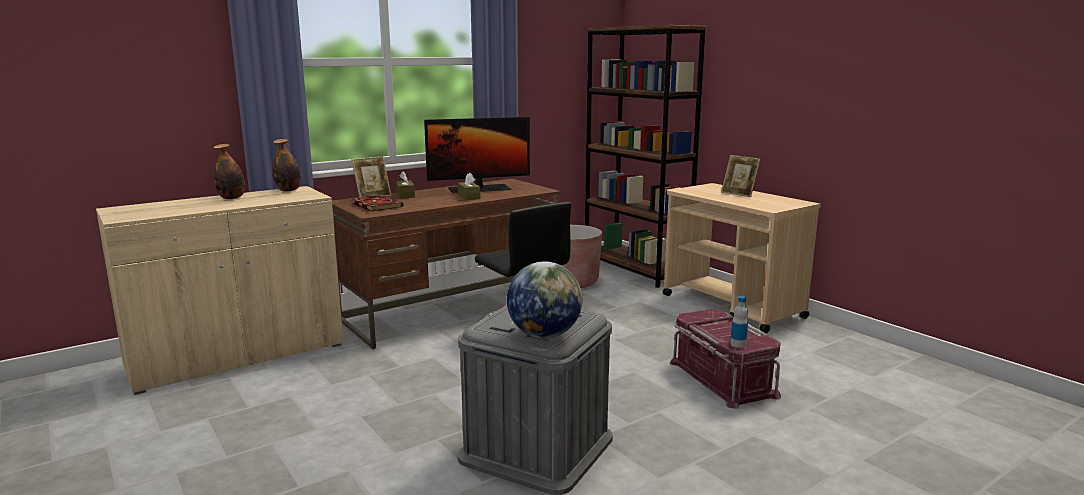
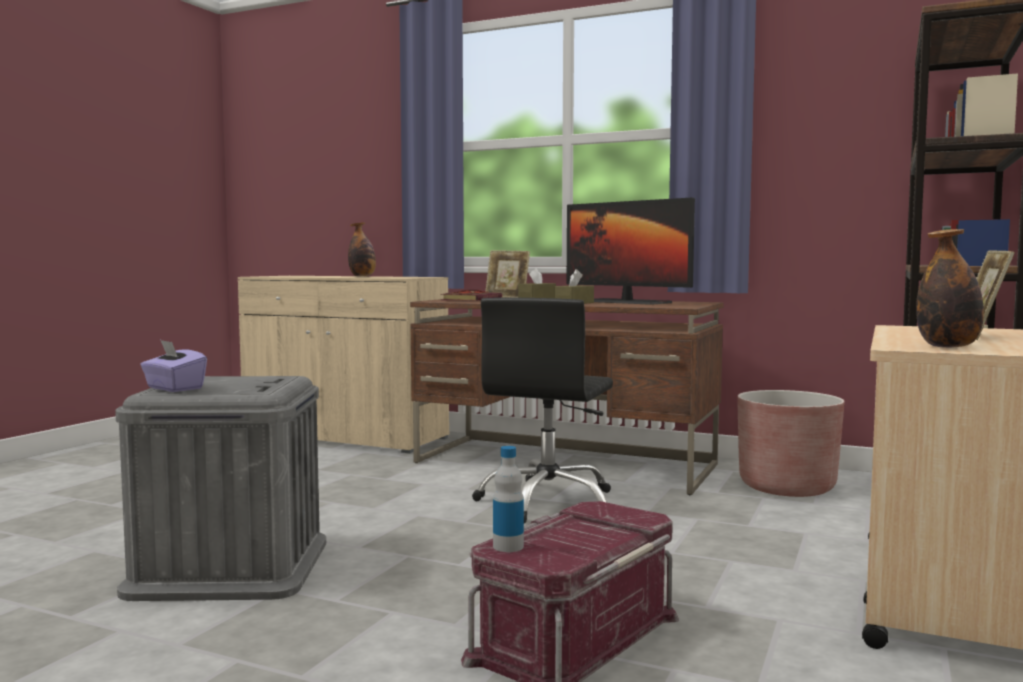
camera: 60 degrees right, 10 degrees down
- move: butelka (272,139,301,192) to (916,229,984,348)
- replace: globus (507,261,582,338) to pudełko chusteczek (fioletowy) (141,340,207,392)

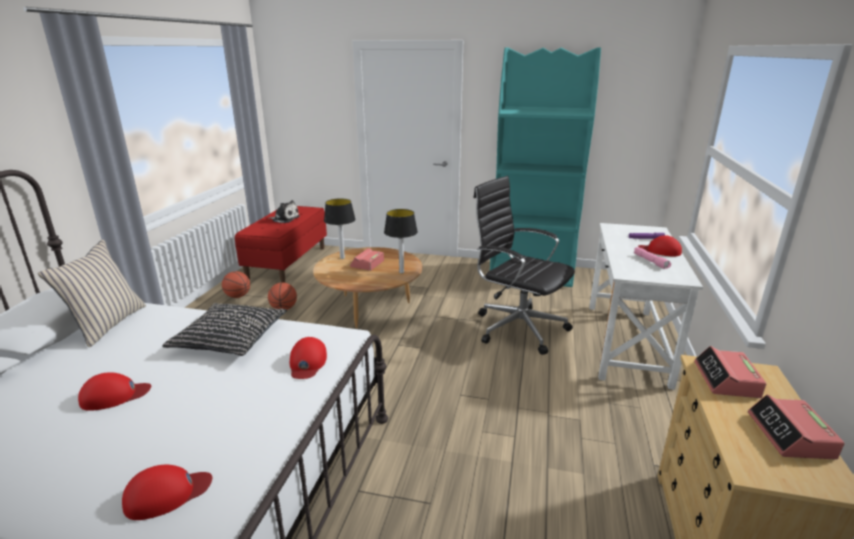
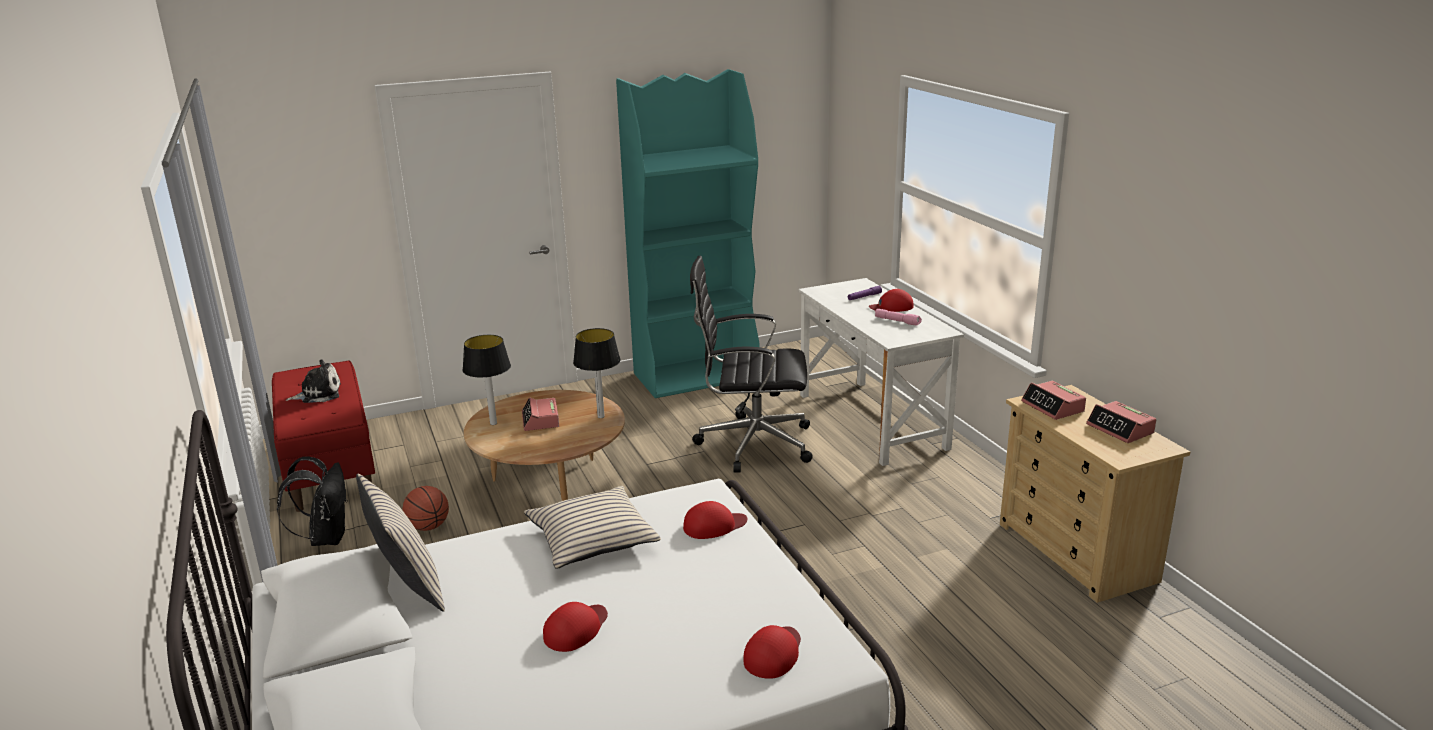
camera: 35 degrees left, 0 degrees up
- recolor: poduszka (czarny) (162,303,287,356) to poduszka (beżowy) (524,486,661,569)
- replace: piłka do koszykówki (222,271,250,298) to plecak (czarny) (277,456,348,546)
- rotate: czapka z daszkiem (czerwony) (290,337,327,379) = (683,501,747,539) 75 degrees counterclockwise

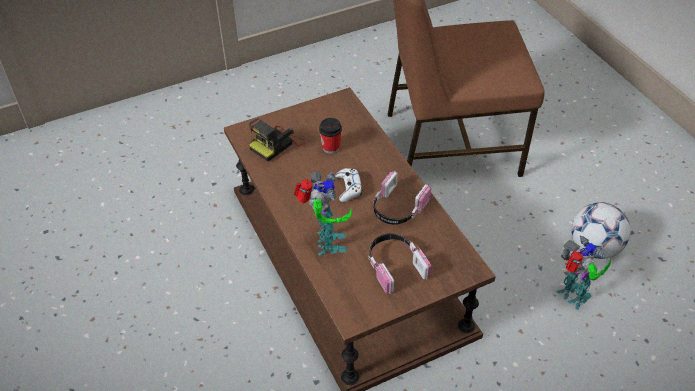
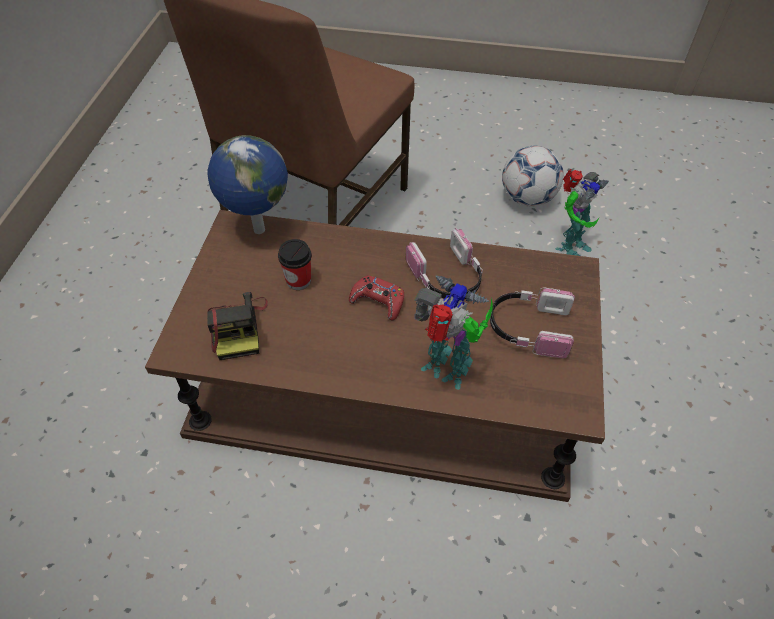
camera: 55 degrees left, 5 degrees up
- recolor: pad do gier (biały) (335,168,362,202) to pad do gier (czerwony) (349,275,404,320)
- rotate: robot zabawkowy (557,236,611,310) = (555,169,609,256) 135 degrees clockwise
- insert: globus (207,135,288,234)

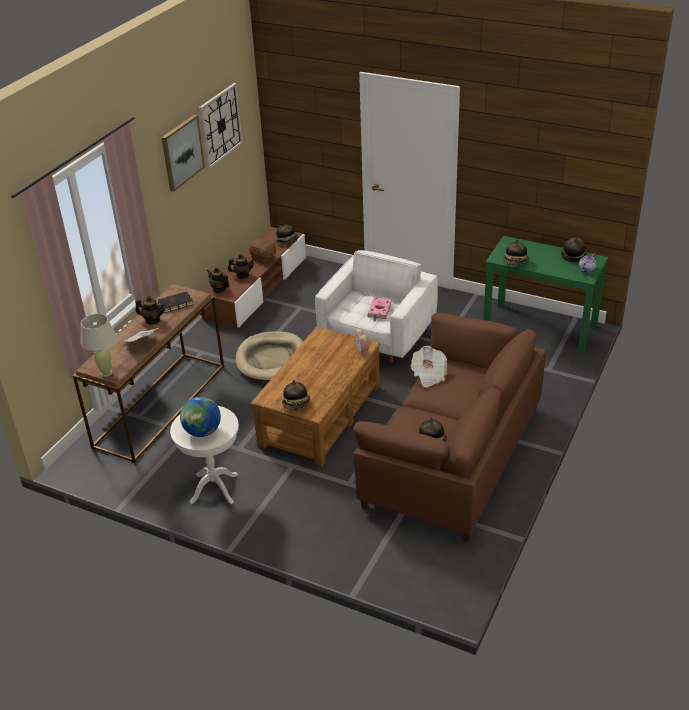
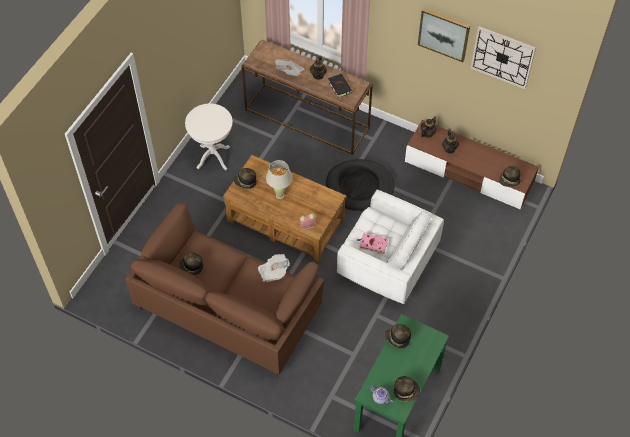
camera: 90 degrees right, 20 degrees up
- move: lampa stołowa (beżowy) (80,314,117,377) to (266,160,293,199)
- delete: globus (180,397,221,437)
- recolor: legowisko (beżowy) (235,331,303,382) to legowisko (czarny) (326,159,394,211)
- delete: pluszak (brązowy) (249,239,276,264)

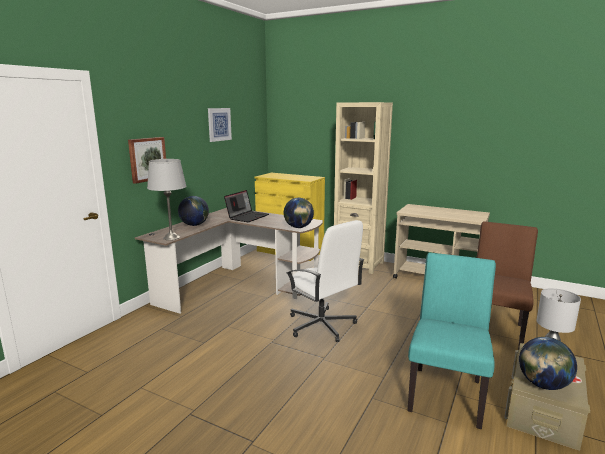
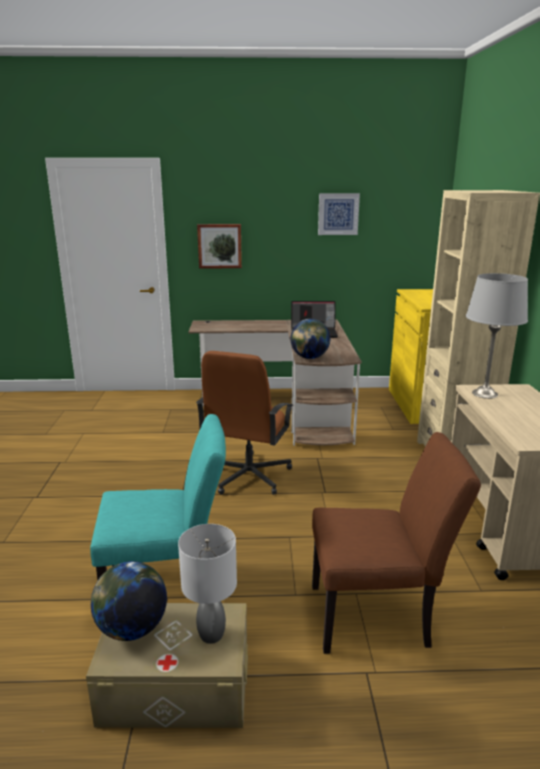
camera: 60 degrees right, 5 degrees up
- move: lampa stołowa (szary) (147,159,187,240) to (466,273,528,399)
- delete: globus (178,196,209,226)
- recolor: krzesło biurowe (biały) (287,220,364,342) to krzesło biurowe (brązowy) (196,351,293,495)

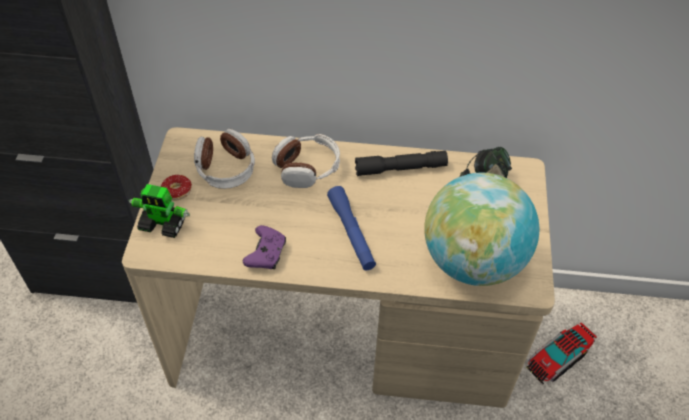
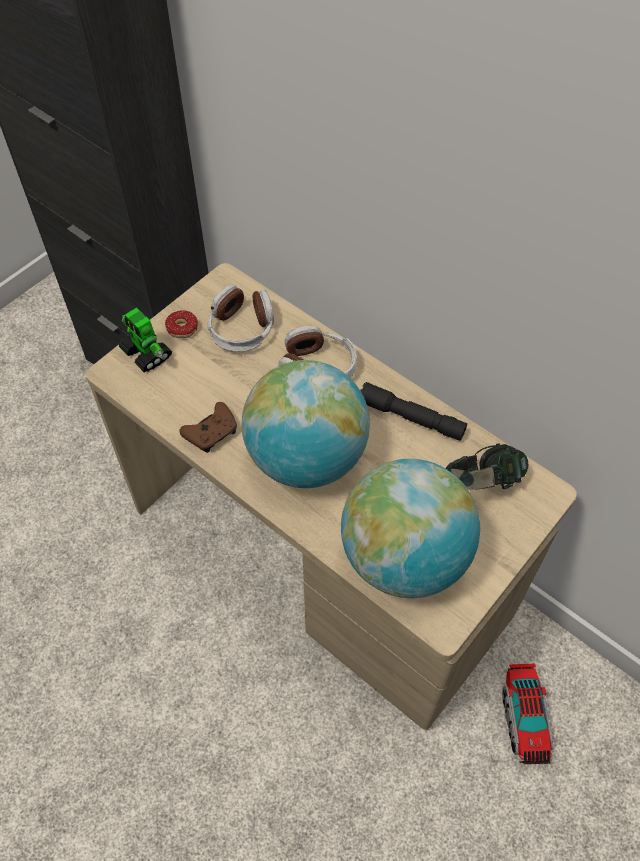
camera: 35 degrees right, 5 degrees up
- recolor: pad do gier (fioletowy) (243,225,286,269) to pad do gier (brązowy) (180,402,237,453)
- replace: latarka (niebieski) (327,186,376,270) to globus (241,360,370,488)
- rotate: ciężarówka zabawkowa (526,322,597,384) = (502,664,553,765) 90 degrees counterclockwise

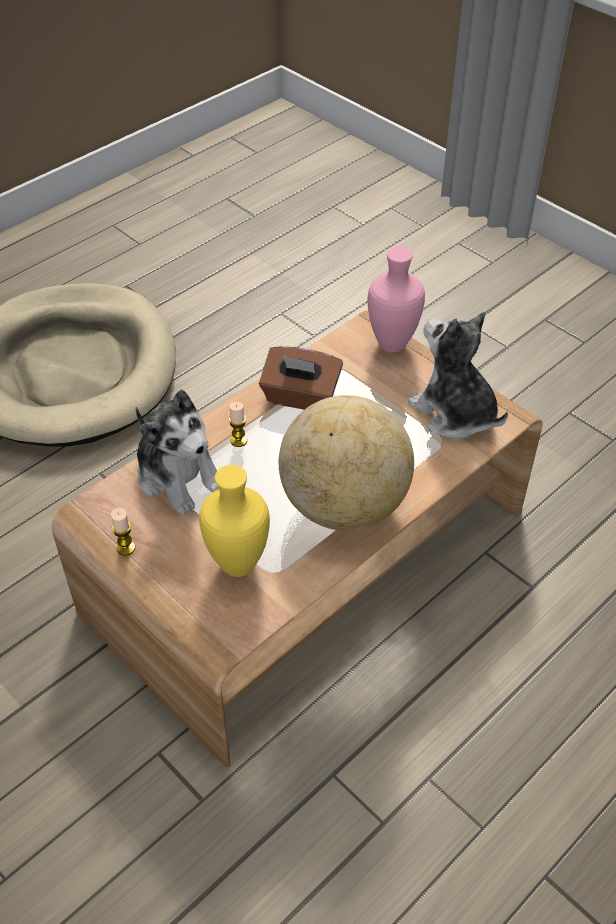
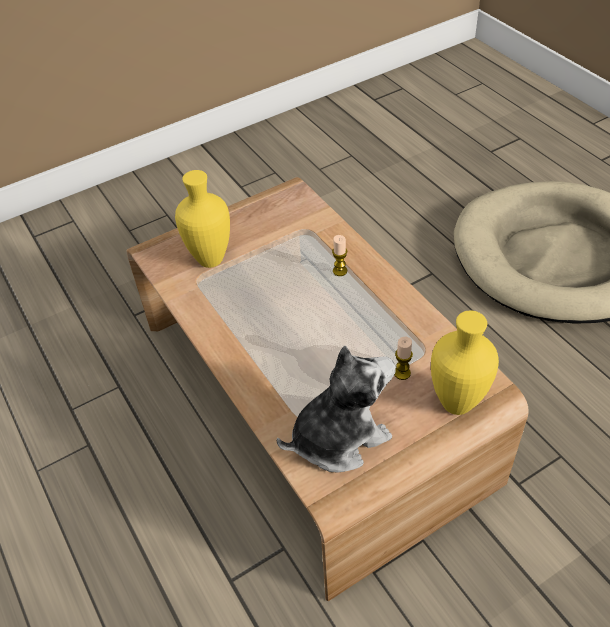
camera: 105 degrees right, 0 degrees up
- move: świeca (111,508,135,556) to (394,337,413,380)
- delete: pluszak (135,390,218,515)
- delete: pudełko chusteczek (brązowy) (259,346,343,410)
- delete: globus (279,395,414,531)
- recolor: wazon (różowy) (368,246,425,353) to wazon (żółty) (431,311,499,415)

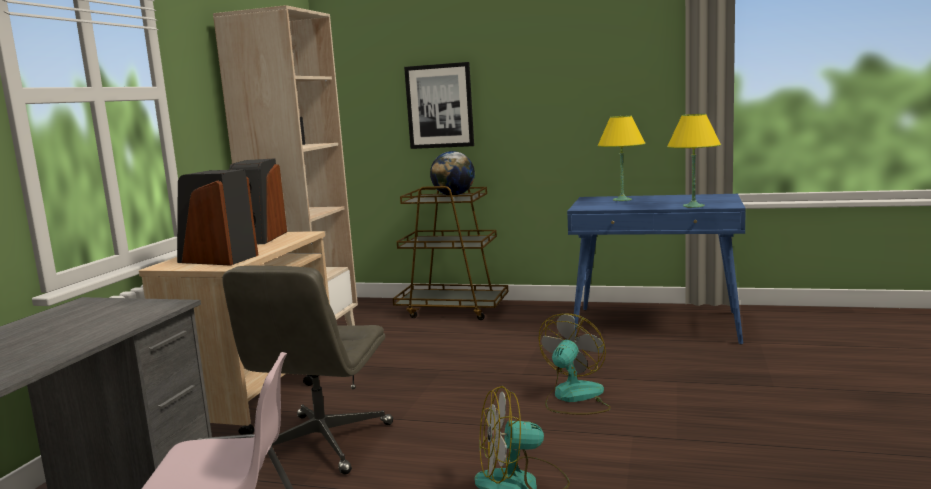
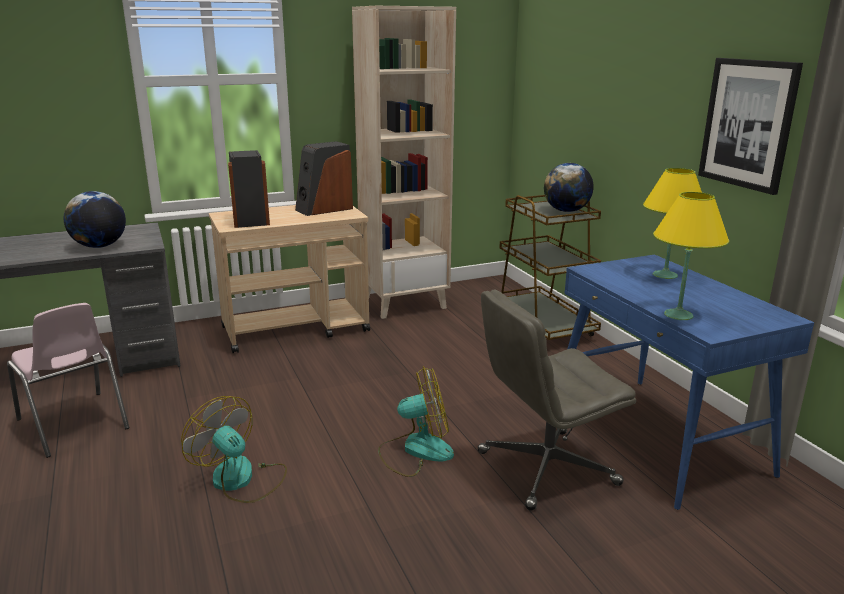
camera: 50 degrees right, 10 degrees up
- move: krzesło biurowe (szary) (223,265,393,474) to (477,290,636,511)
- move: obraz (404,62,474,149) to (698,58,803,195)
- insert: globus (63,191,126,248)

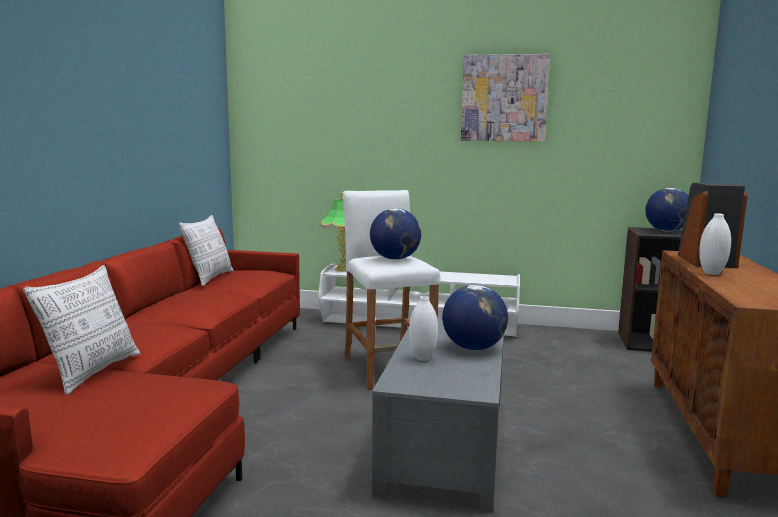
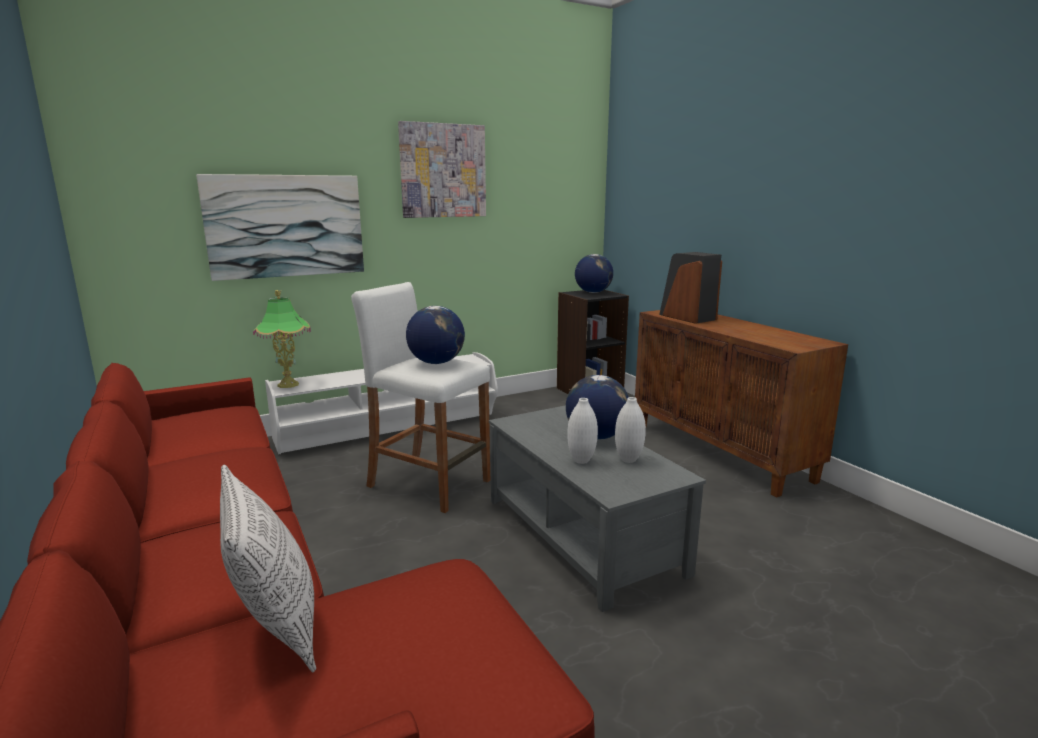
camera: 40 degrees left, 5 degrees up
- delete: poduszka (179,215,234,286)
- move: wazon (biały) (699,213,731,275) to (615,397,646,463)
- insert: obraz (196,174,364,281)

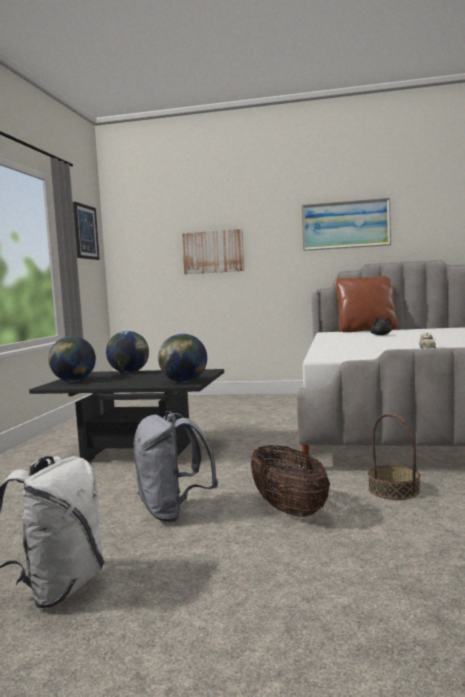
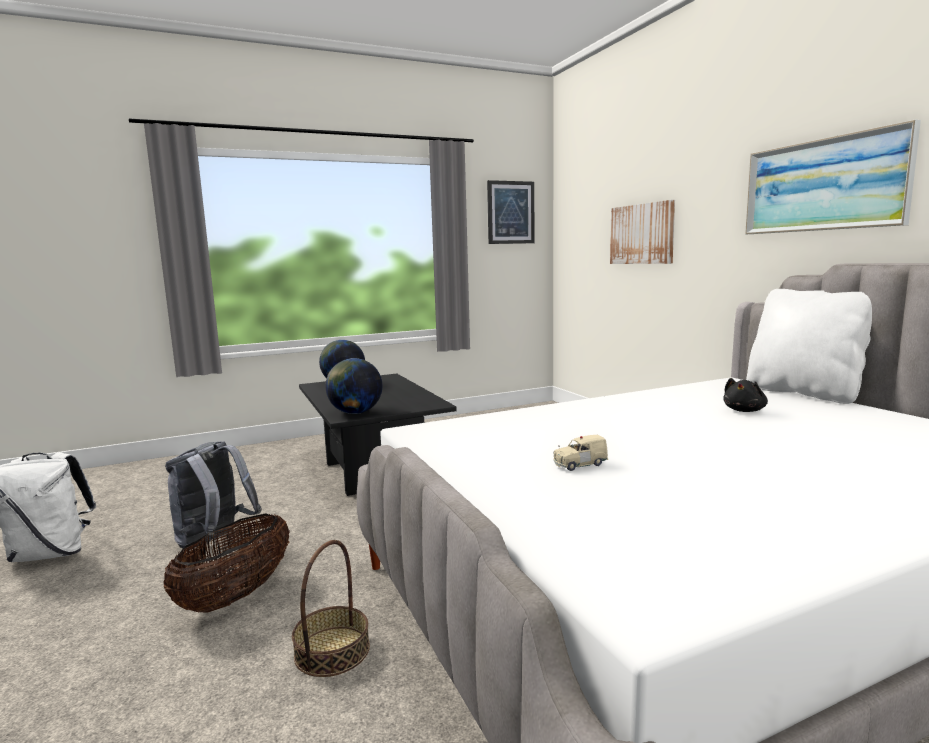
camera: 55 degrees right, 5 degrees up
- delete: globus (106,331,149,373)
- recolor: poduszka (brązowy) (335,276,398,332) to poduszka (biały) (746,289,872,404)

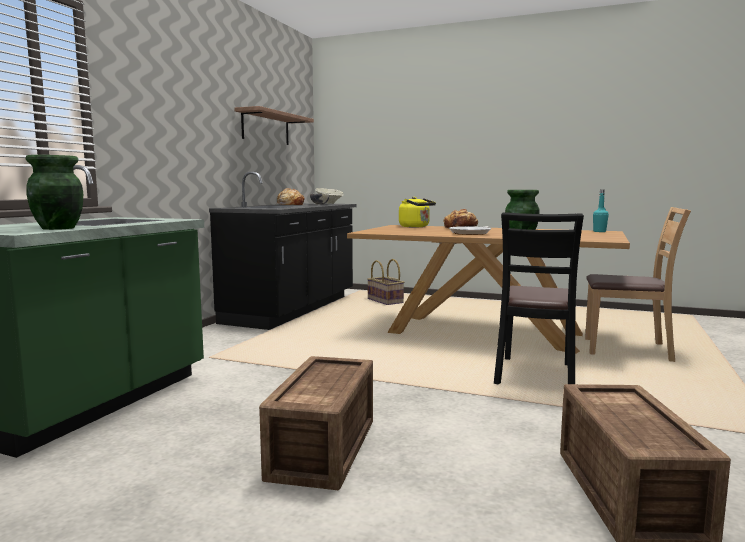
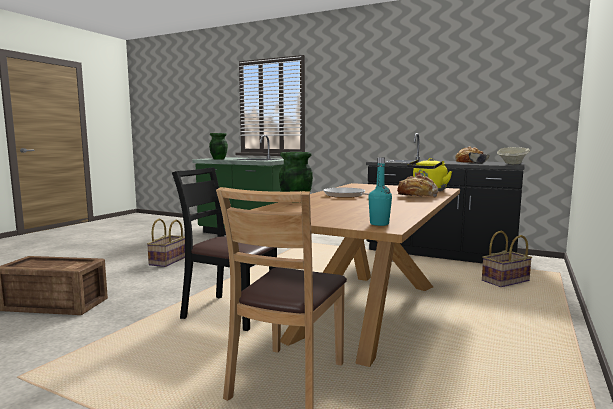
camera: 95 degrees right, 0 degrees up
- delete: półka (235,106,314,145)
- replace: skrzynka (259,356,373,490) to koszyk (147,219,185,267)

